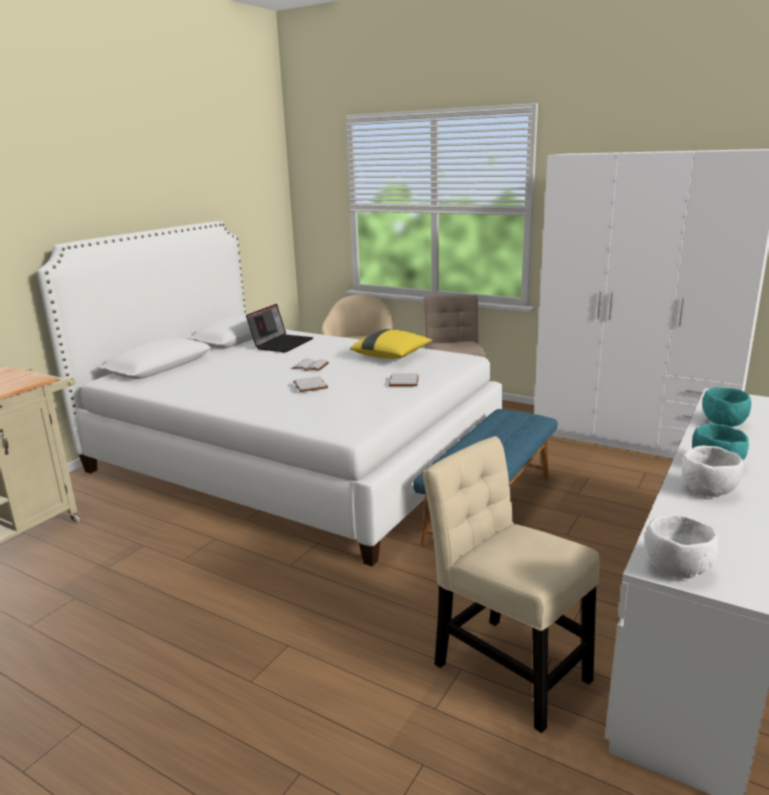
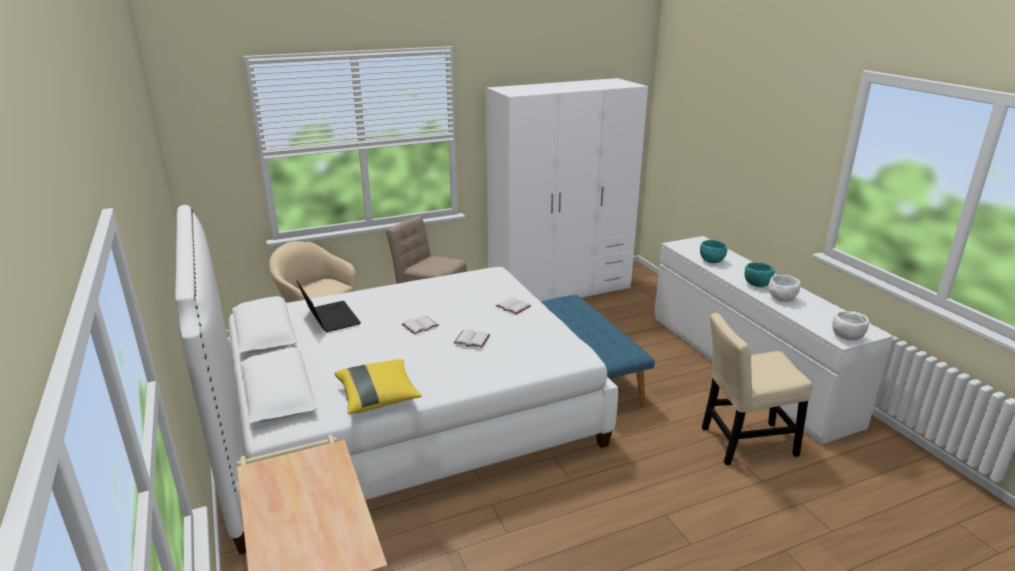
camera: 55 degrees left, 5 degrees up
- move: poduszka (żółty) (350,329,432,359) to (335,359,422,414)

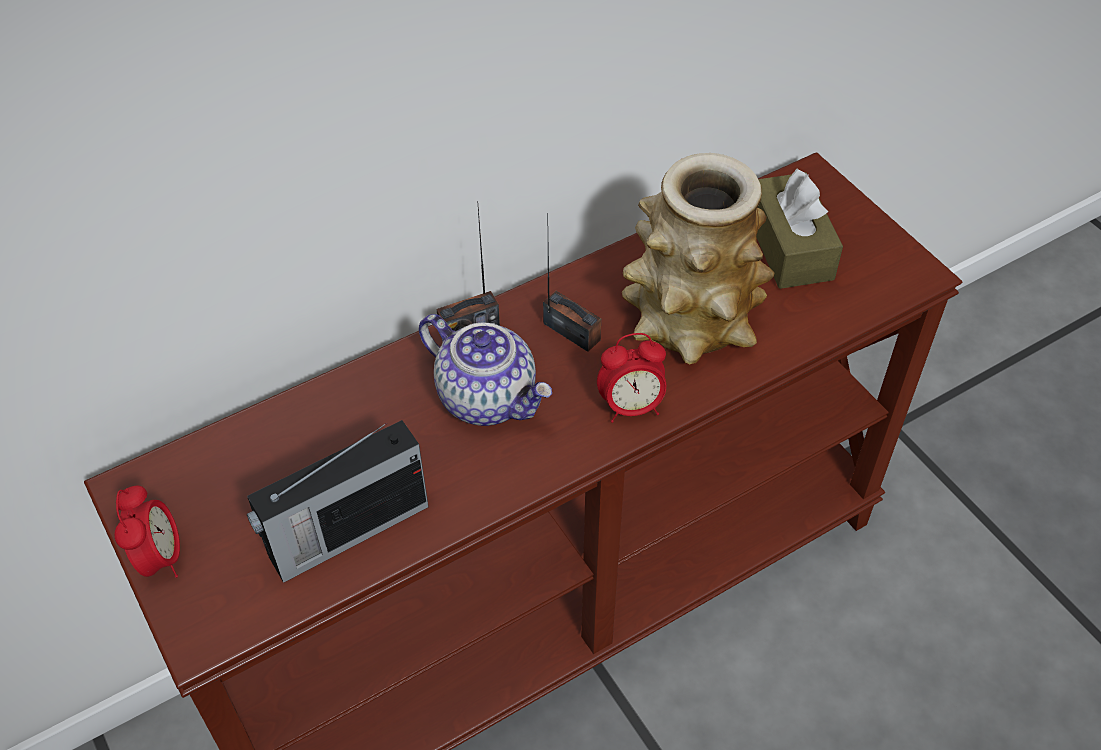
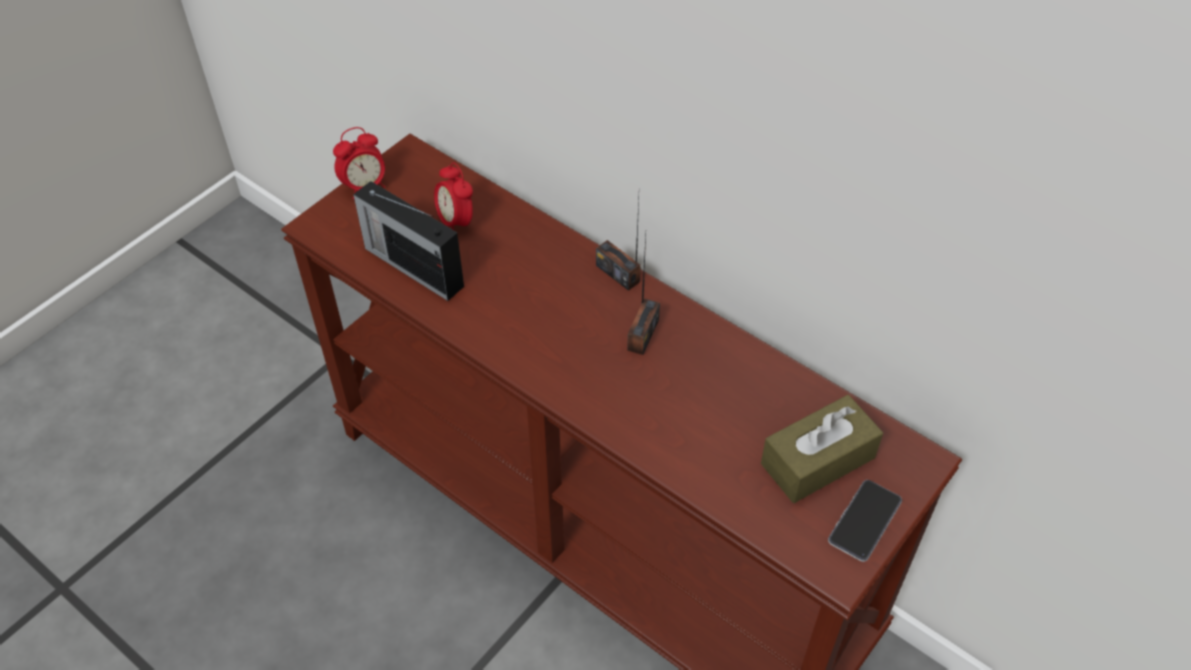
camera: 70 degrees right, 0 degrees up
- delete: imbryk (419,314,552,426)
- move: budzik (597,333,666,423) to (434,162,473,230)
- delete: wazon (622,153,774,364)
- insert: telefon (828,480,902,562)

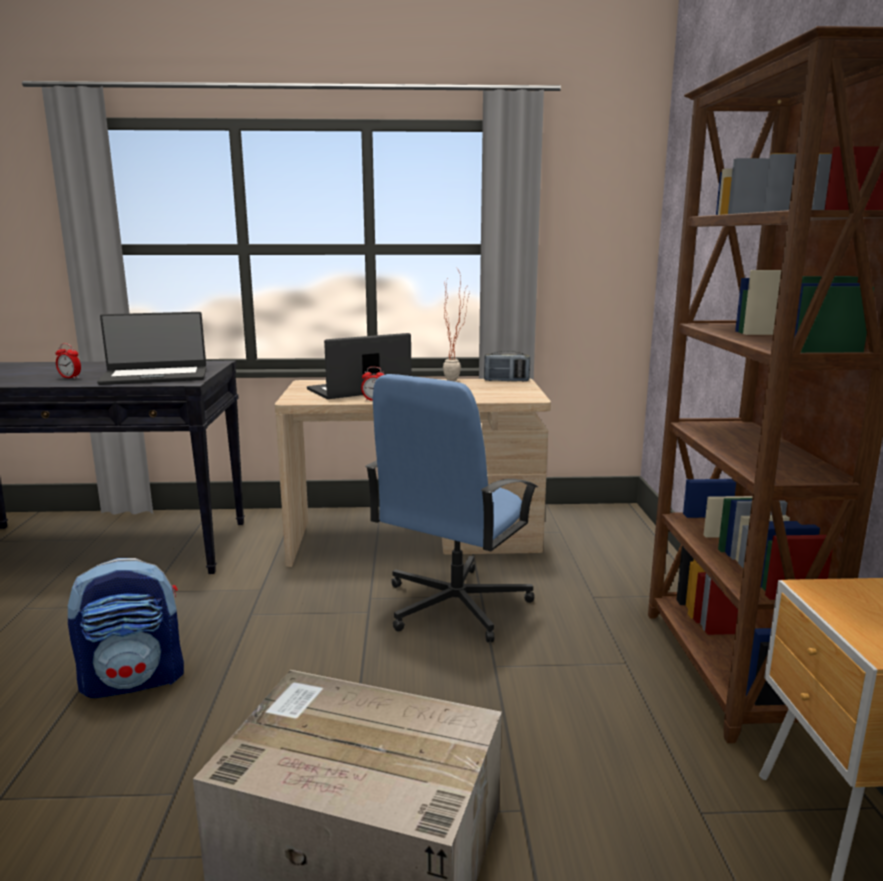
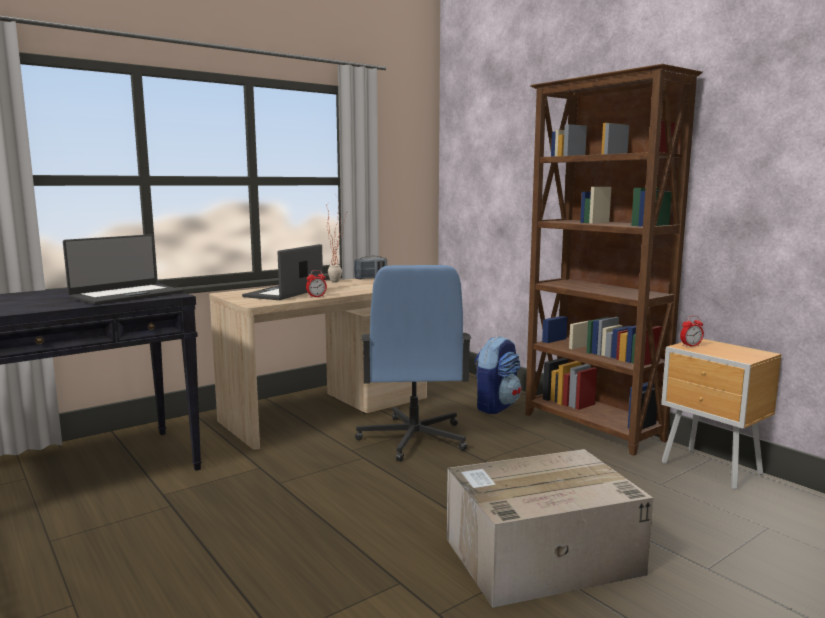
camera: 35 degrees left, 5 degrees down
- move: budzik (55,344,81,379) to (680,316,704,347)
- move: plecak (68,558,184,698) to (474,336,521,414)

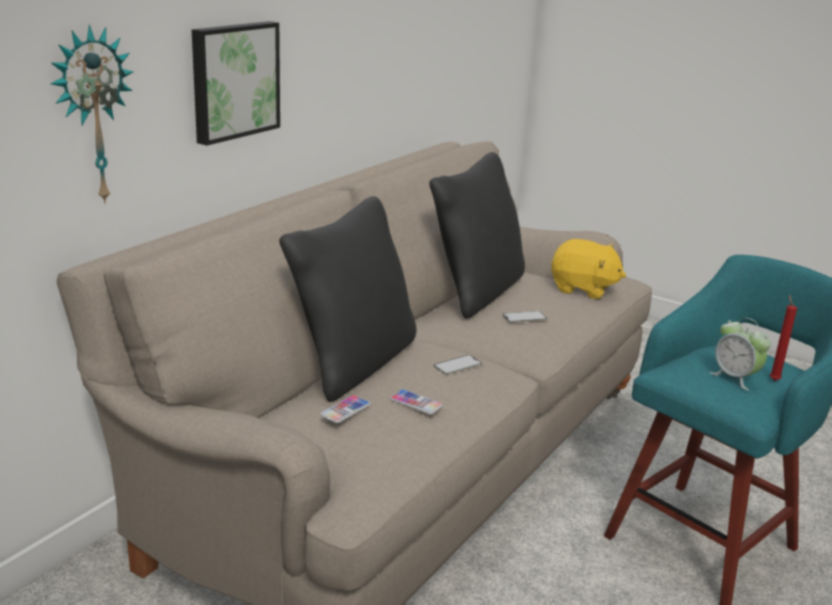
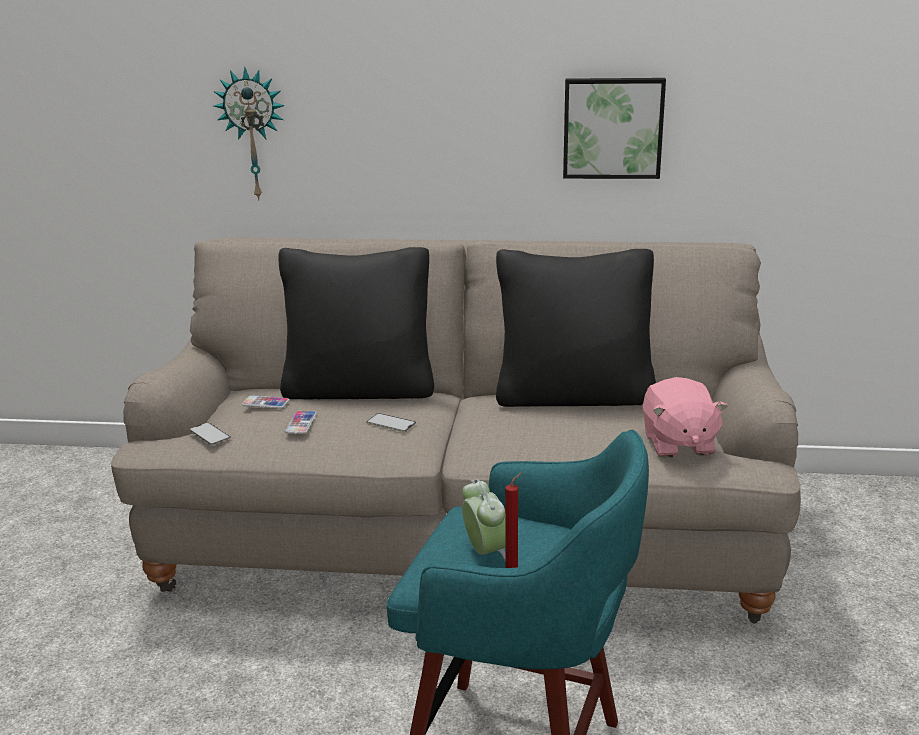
camera: 65 degrees right, 0 degrees up
- move: obraz (192,21,280,146) to (563,78,666,179)
- move: telefon (502,311,547,323) to (189,422,231,445)
- recolor: pluszak (żółty) (551,239,626,299) to pluszak (różowy) (642,377,728,458)
- rotate: budzik (710,317,771,391) = (462,480,506,562) 135 degrees clockwise

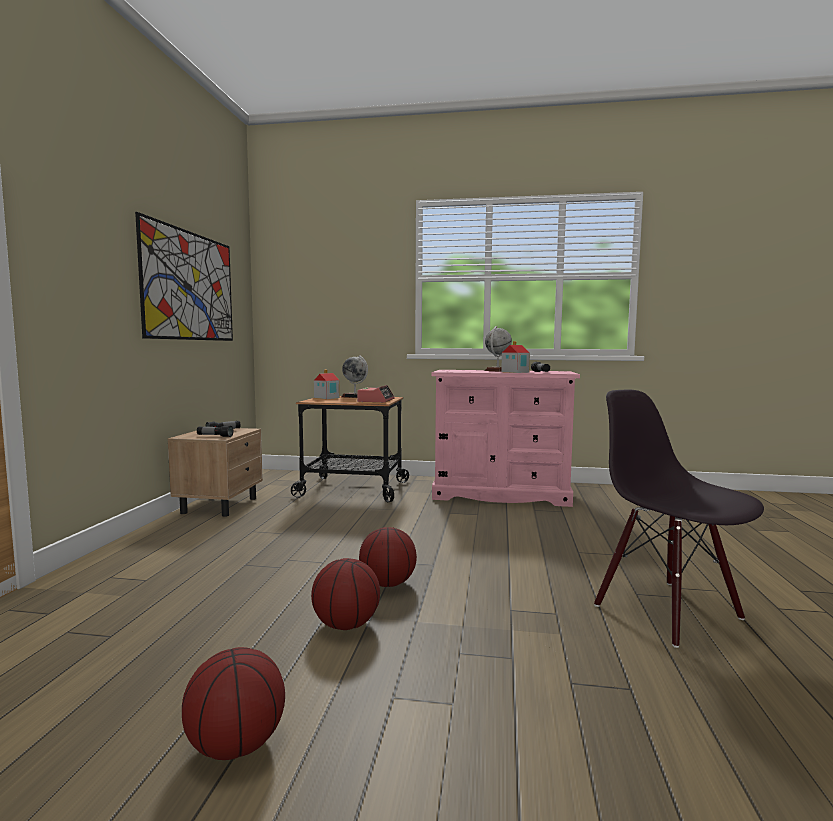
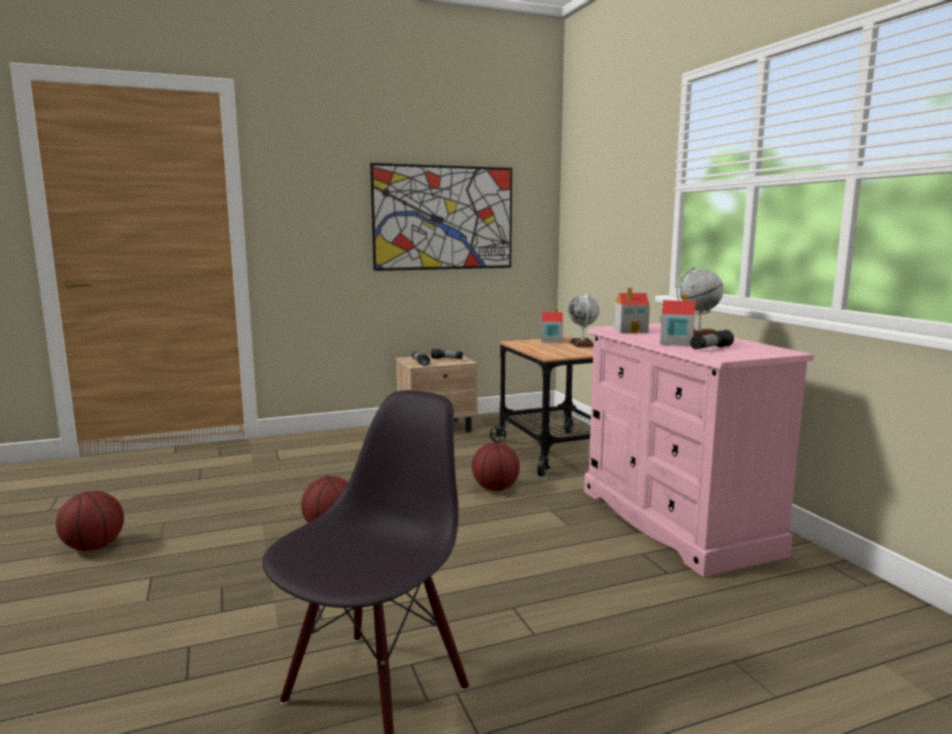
camera: 60 degrees right, 5 degrees up
- move: piłka do koszykówki (311,558,380,630) to (472,442,520,491)
- delete: budzik (357,385,395,403)
- insert: domek (614,288,650,333)

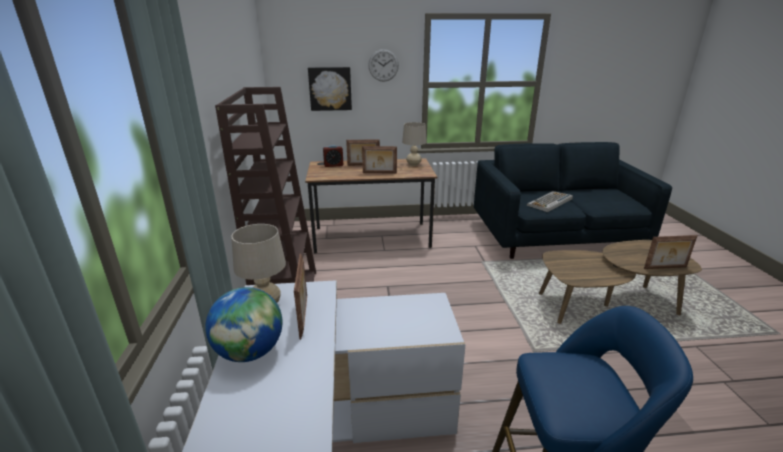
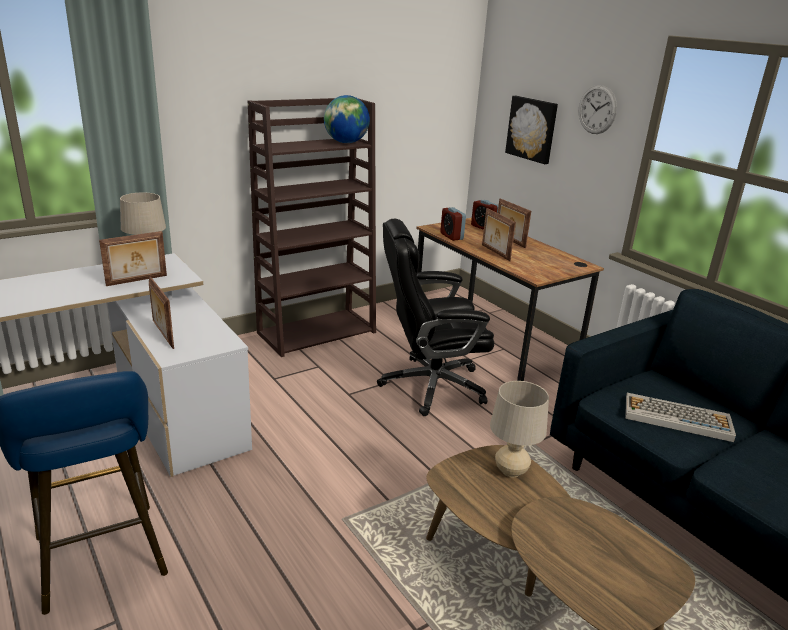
camera: 60 degrees right, 0 degrees up
- move: globus (205,287,282,362) to (324,95,370,143)
- move: lampa stołowa (beżowy) (402,122,427,166) to (490,381,549,477)
- move: ramka na zdjęcie (644,235,698,269) to (149,276,174,349)
- insert: krzesło biurowe (czarny) (377,219,494,416)
- insert: budzik (440,207,466,241)

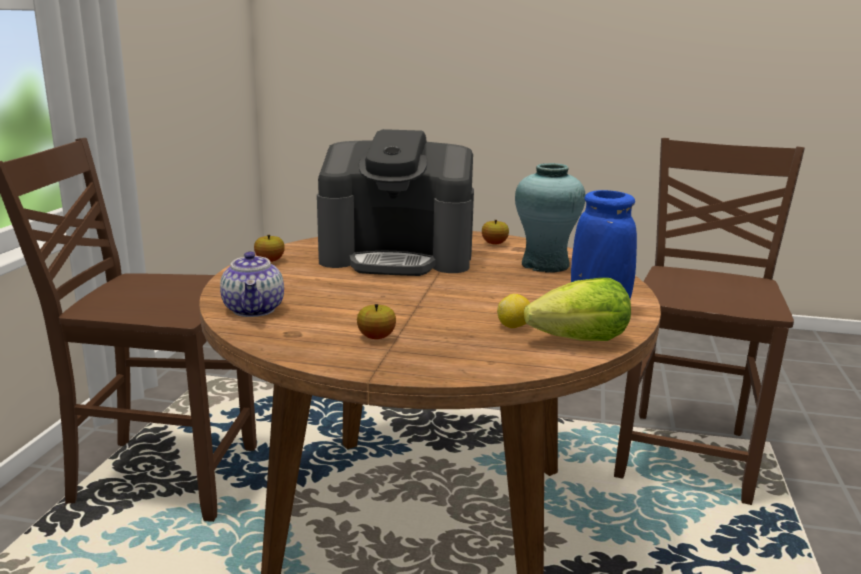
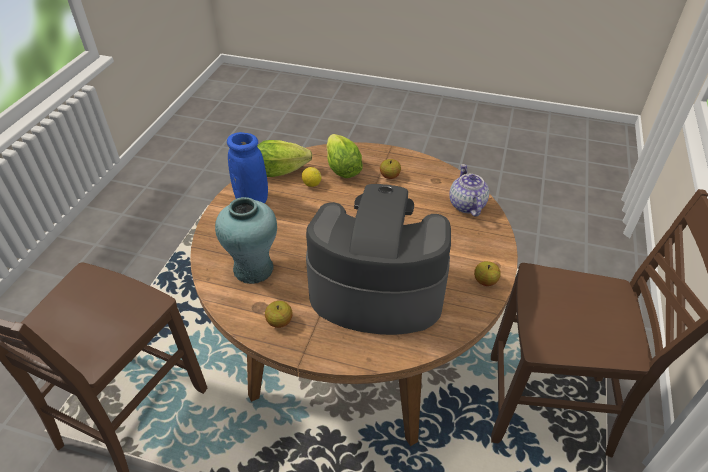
camera: 175 degrees left, 25 degrees up
- insert: sałata (326,134,363,178)

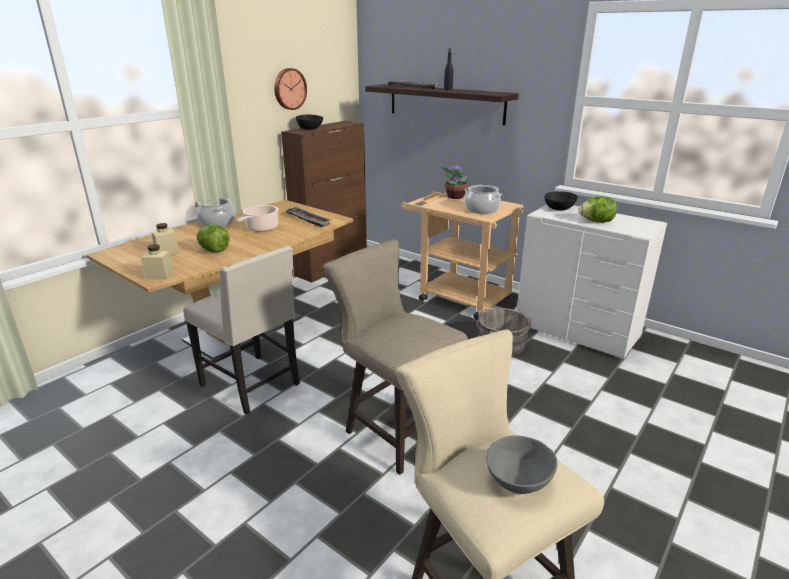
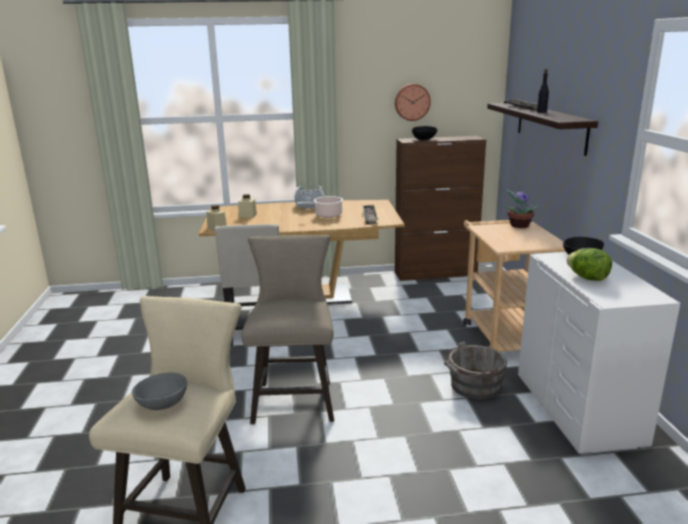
camera: 45 degrees right, 5 degrees down
- delete: sałata (197,224,229,252)
- delete: garnek (465,185,502,214)

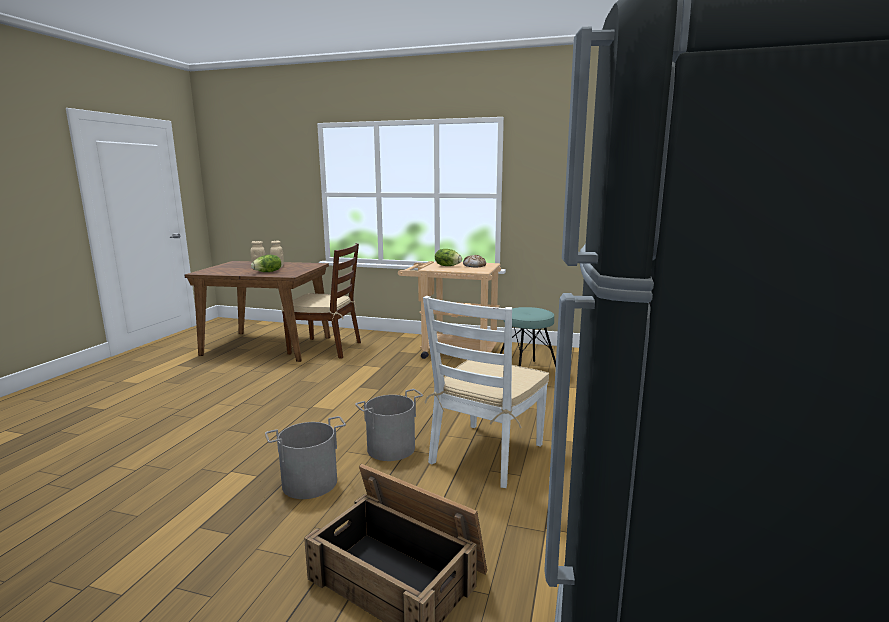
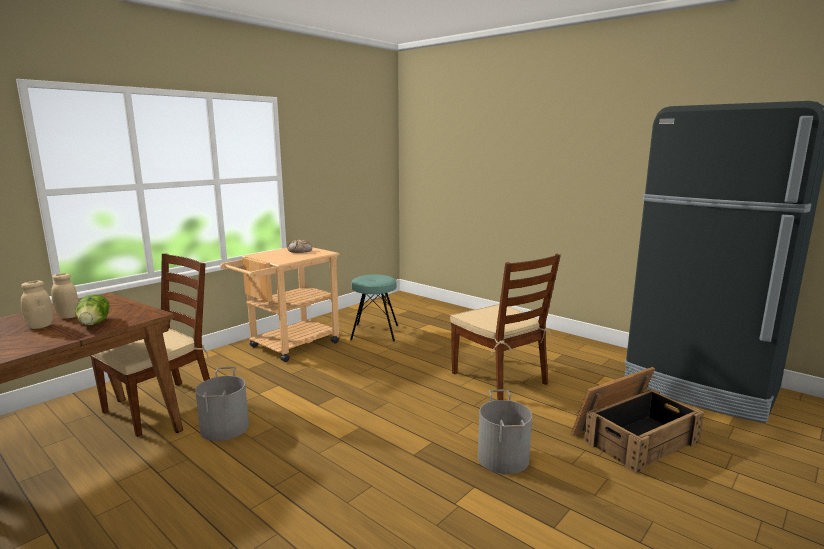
camera: 65 degrees left, 0 degrees up
- move: wiadro (szary) (355,389,423,461) to (195,367,249,441)
- recolor: krzesło (biały) (423,296,549,488) to krzesło (brązowy) (450,254,561,400)
- delete: sałata (435,249,462,266)

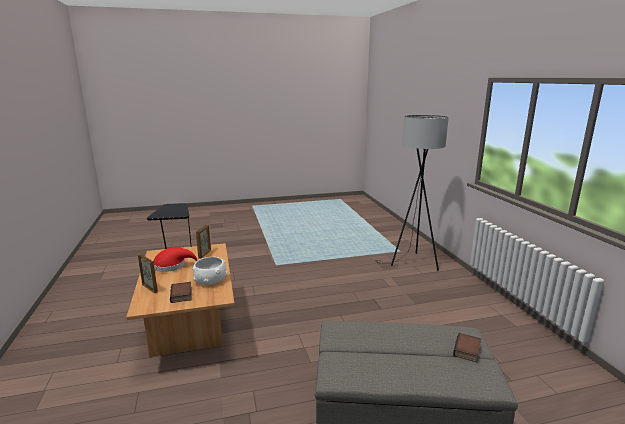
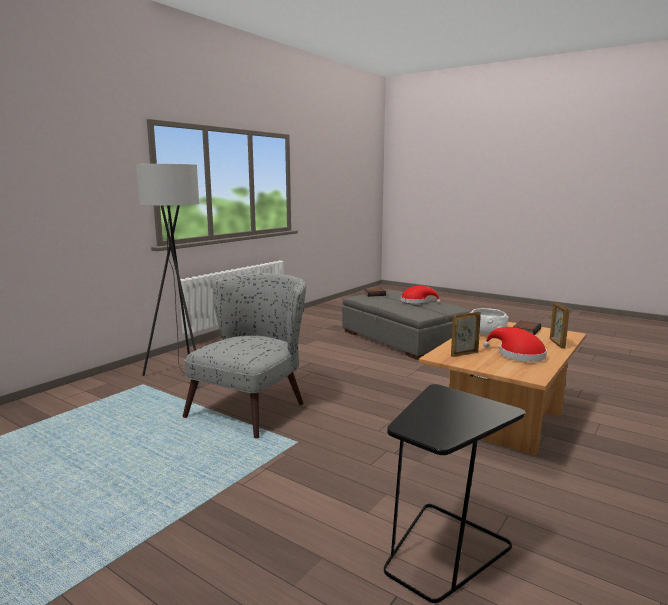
camera: 130 degrees left, 5 degrees down
- insert: fotel (szary) (183,273,306,438)
- insert: kapelusz (czerwony) (401,286,441,304)

